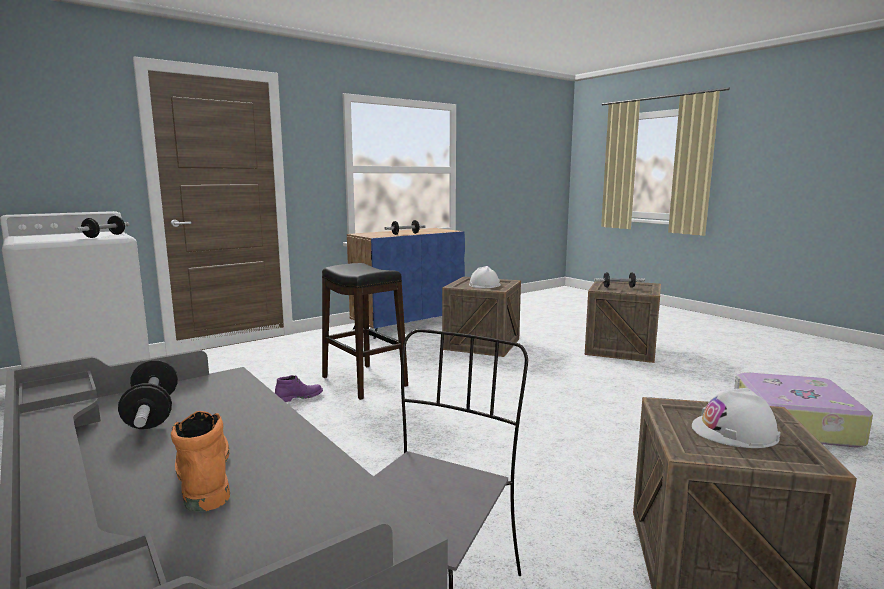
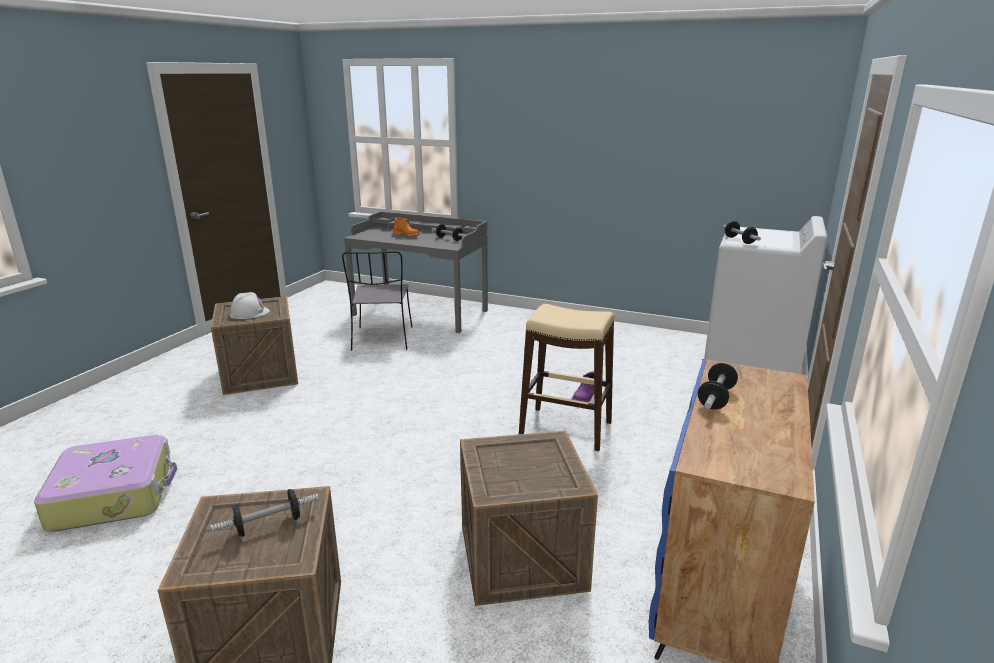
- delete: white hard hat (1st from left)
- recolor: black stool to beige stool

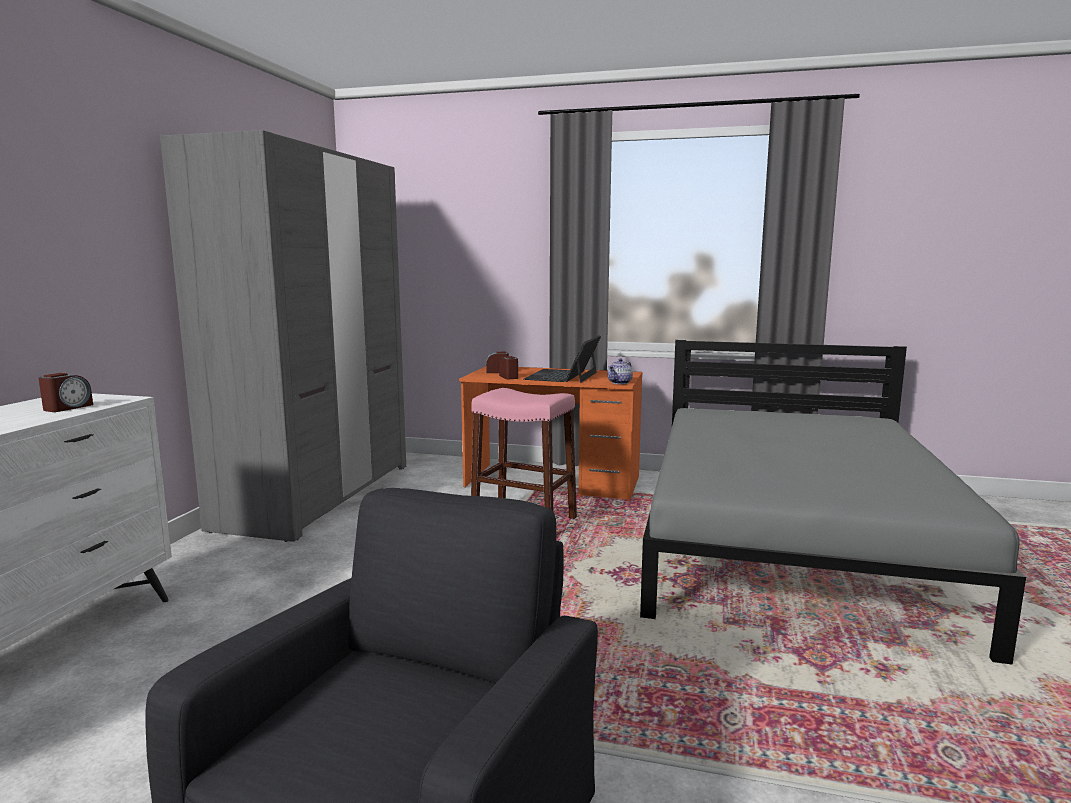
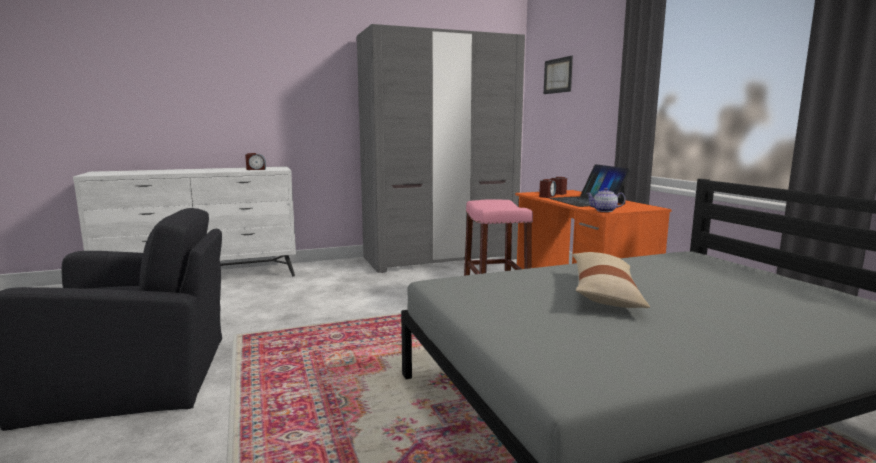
- insert: picture
- insert: beige pillow
- rotate: laptop 90 degrees counterclockwise

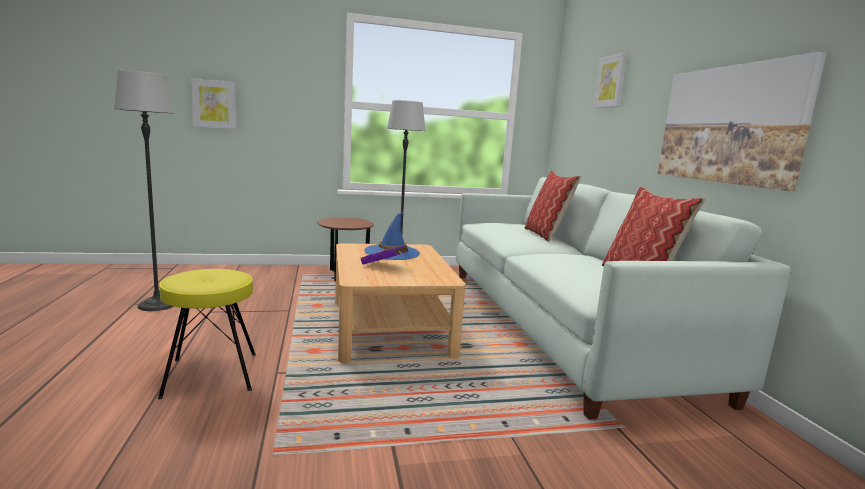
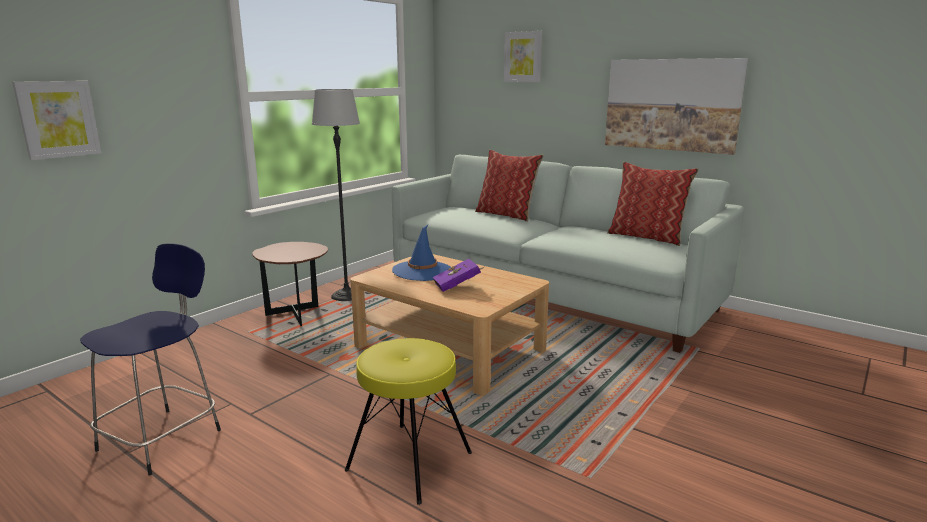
- replace: floor lamp (1st from left) to blue stool

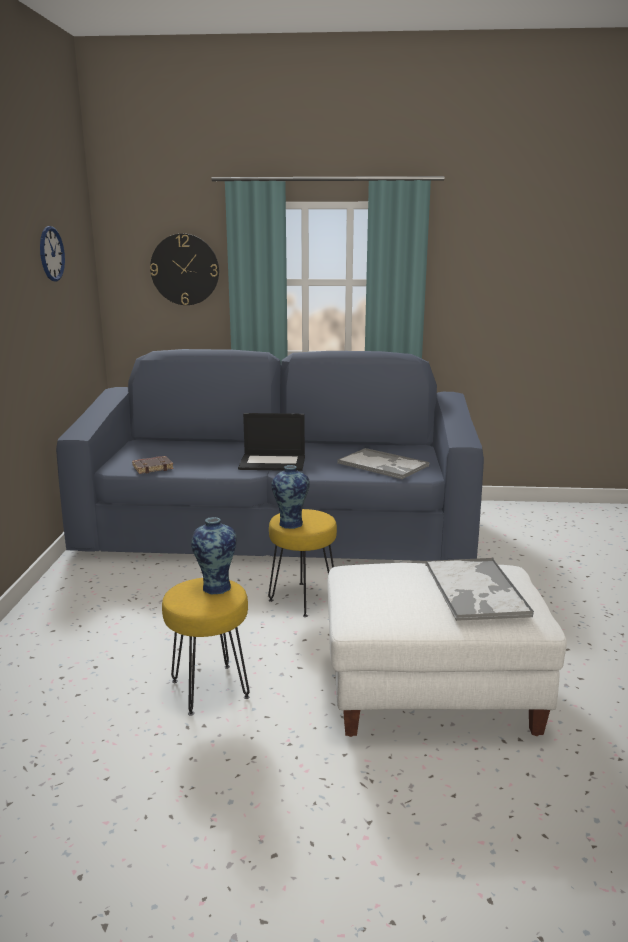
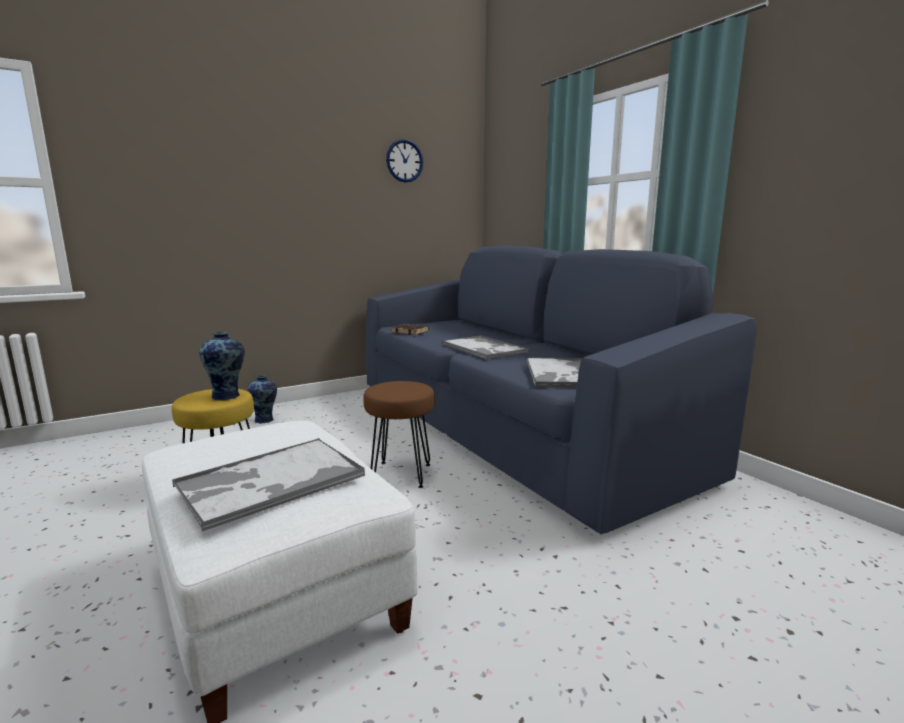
- delete: wall clock (2nd from left)
- move: vase (2nd from left)
- replace: laptop to tray (2nd from left)
- recolor: yellow stool (2nd from left) to brown stool

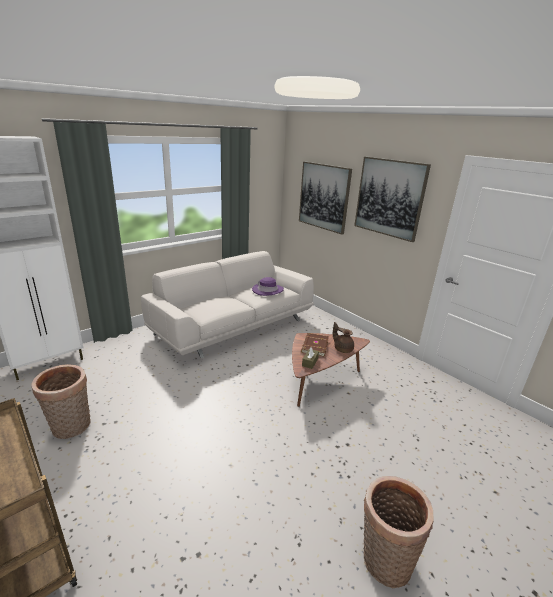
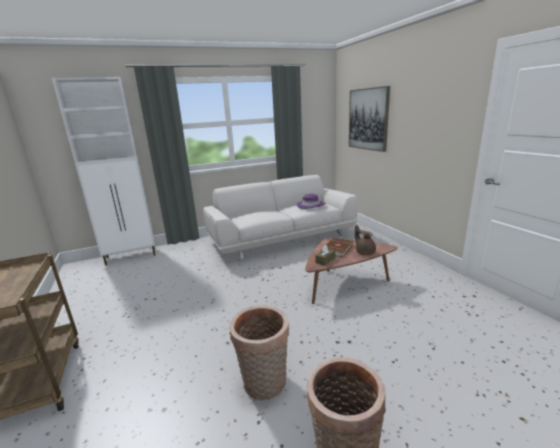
- delete: picture (2nd from left)
- move: basket (1st from left)

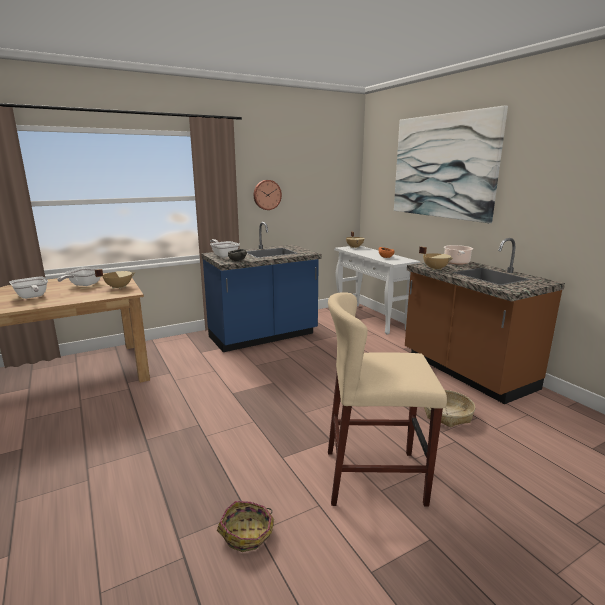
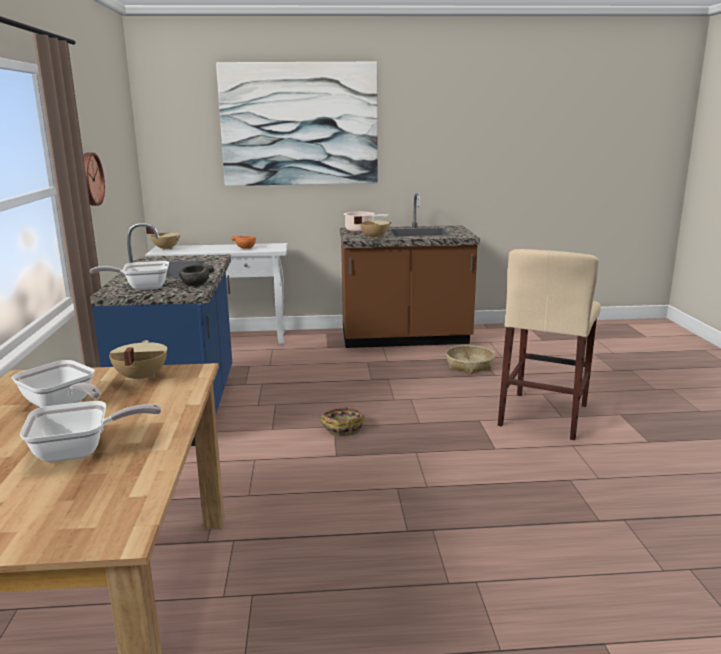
- move: basket (1st from left)

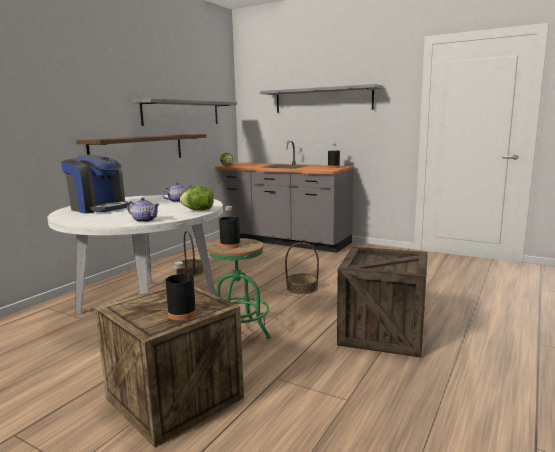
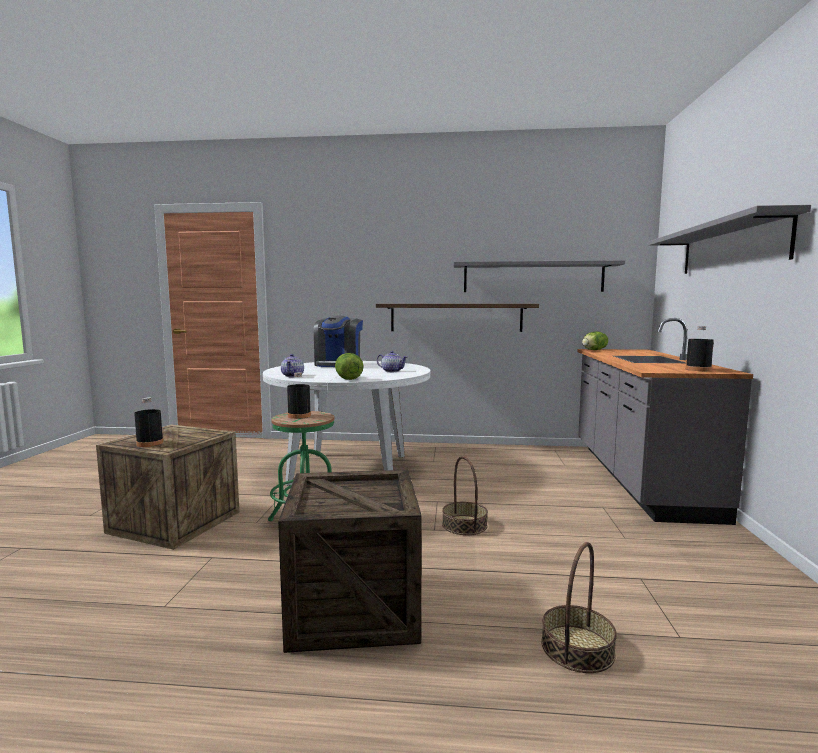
- move: basket (1st from left in the first image) to basket (2nd from left)

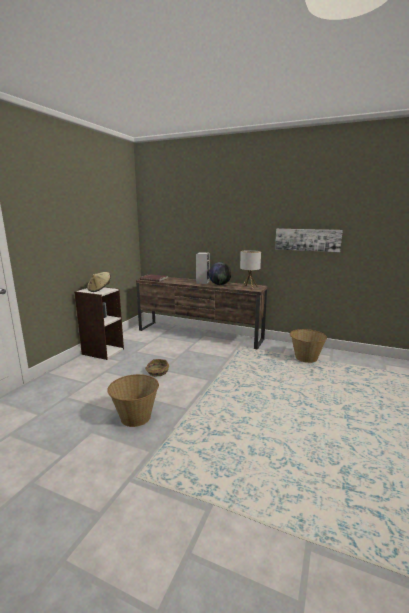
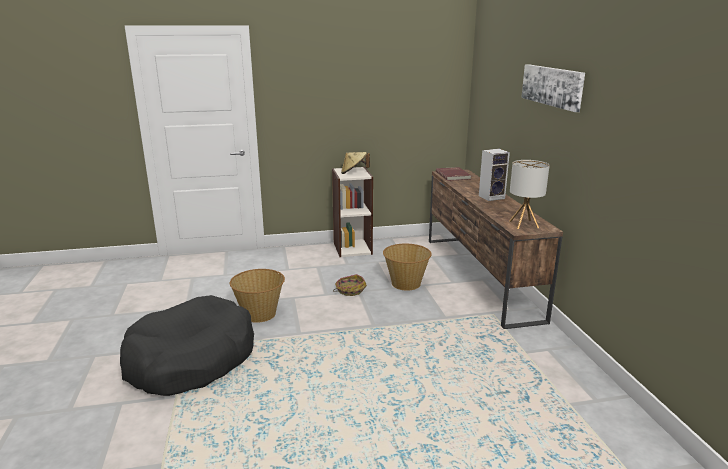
- delete: globe
- insert: black dog bed
- move: picture
- move: basket (3rd from left)

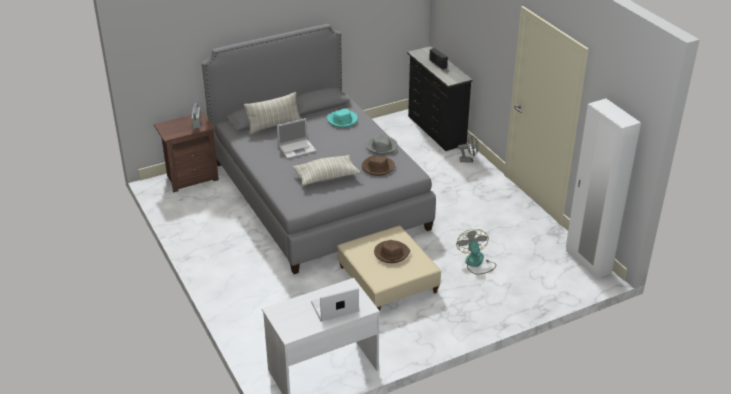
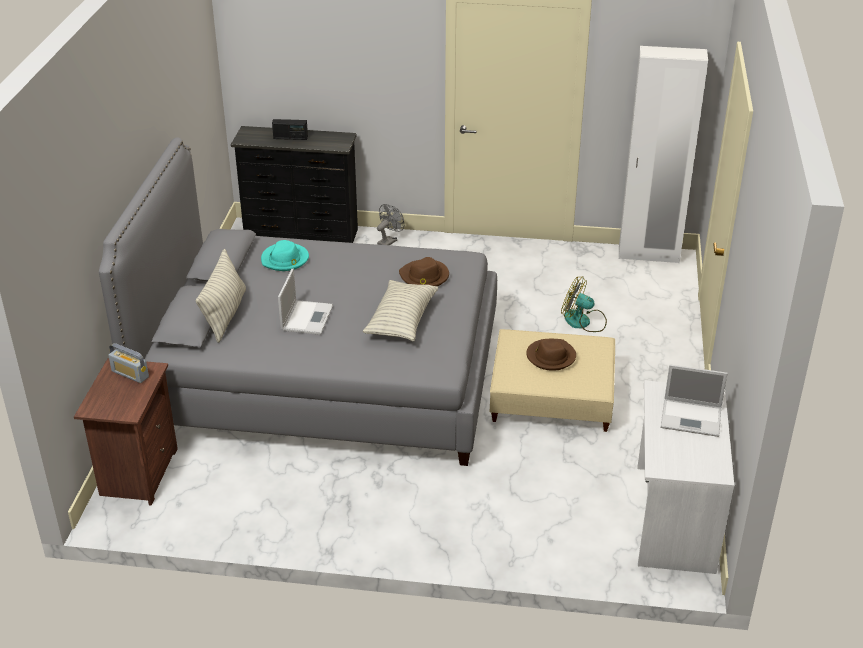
- delete: grey hat
- rotate: laptop (2nd from left) 90 degrees counterclockwise

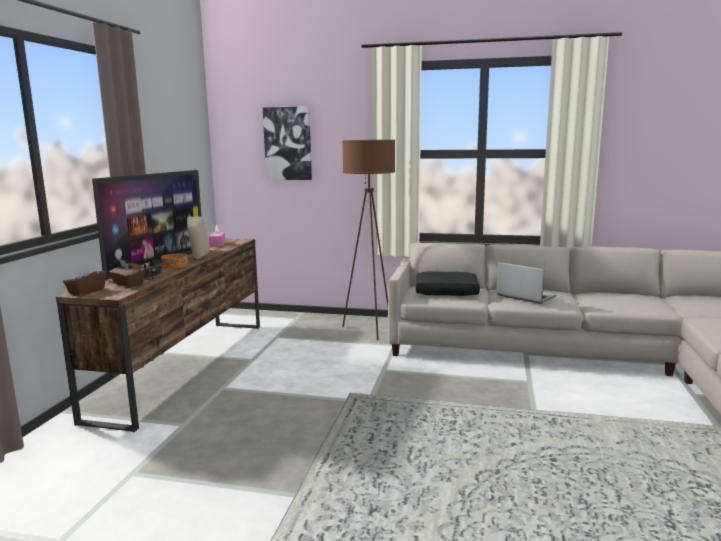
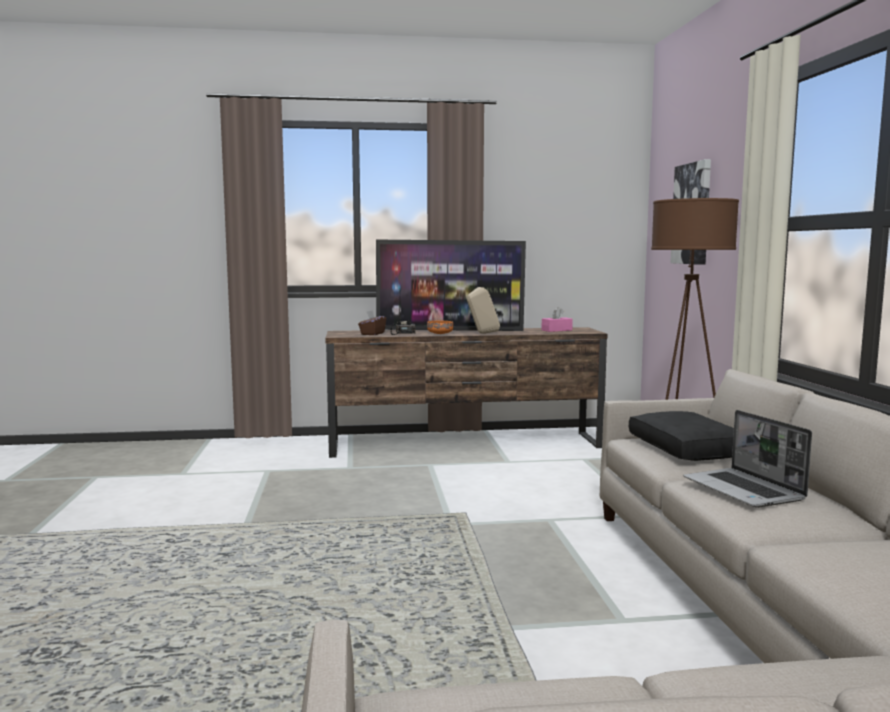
- delete: brown tissue box (1st from left)
- rotate: laptop 135 degrees clockwise

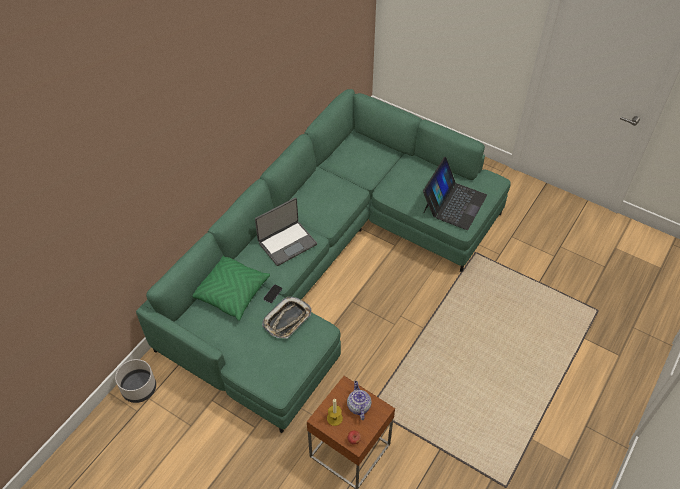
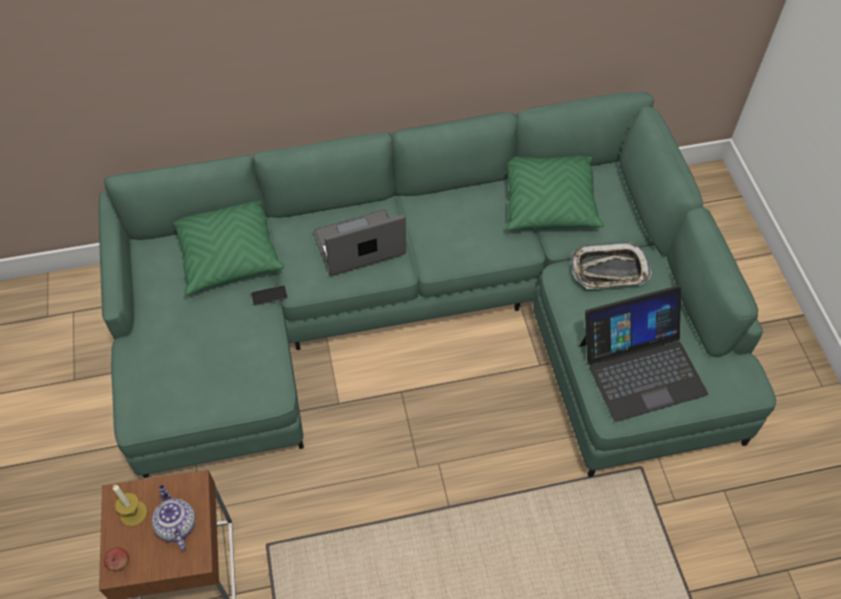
- delete: grey planter
- insert: green pillow (2nd from left)
- move: tray
- rotate: laptop (1st from left) 150 degrees clockwise
- rotate: teapot 60 degrees counterclockwise

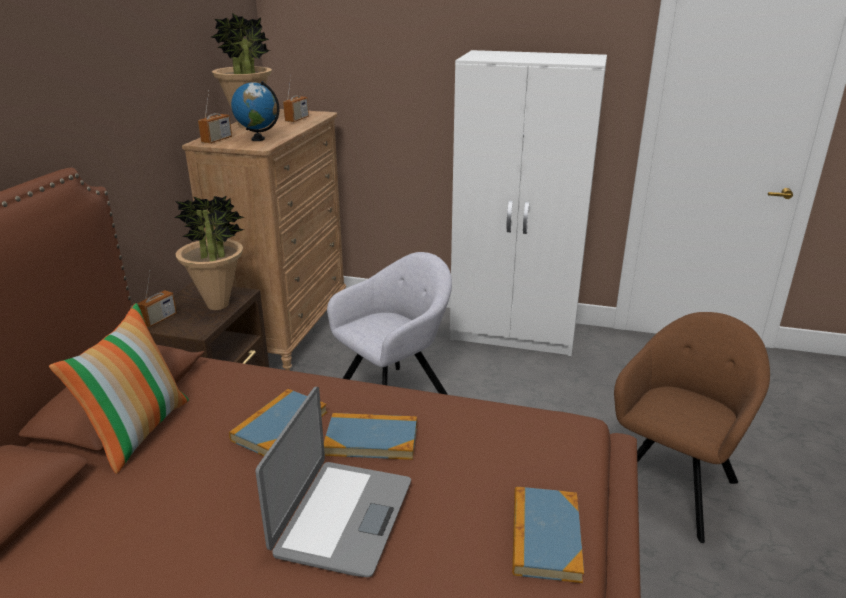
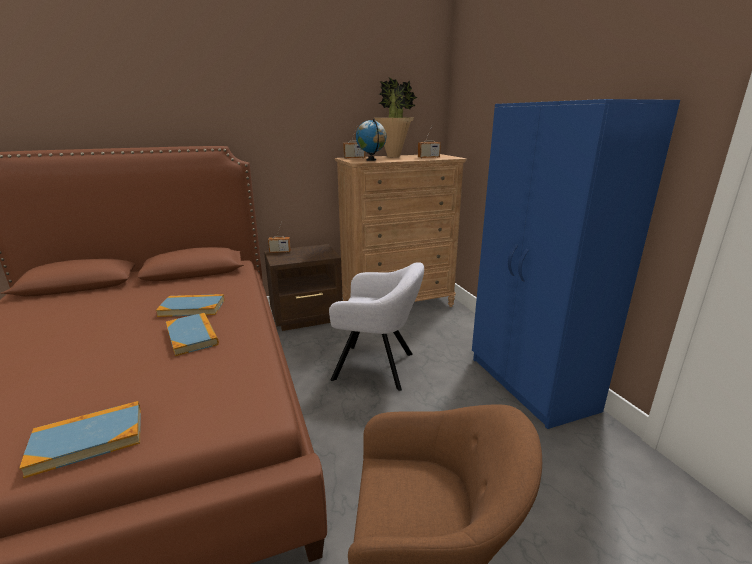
- delete: pillow
- delete: potted plant (1st from left)
- delete: laptop
- recolor: white wardrobe to blue wardrobe

